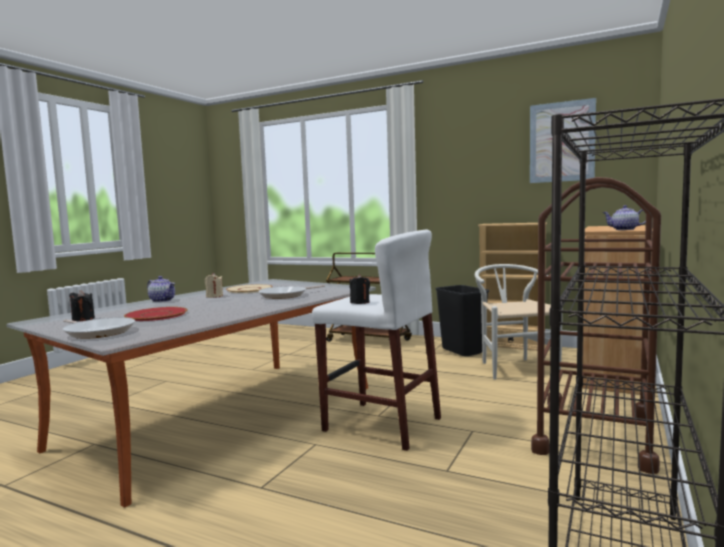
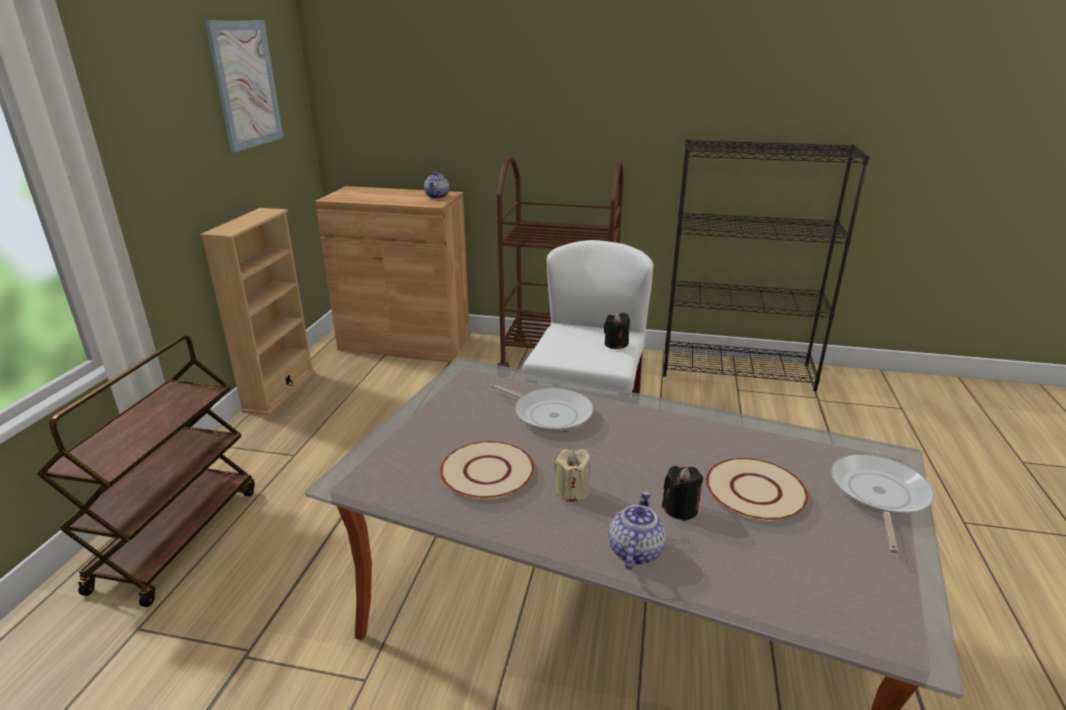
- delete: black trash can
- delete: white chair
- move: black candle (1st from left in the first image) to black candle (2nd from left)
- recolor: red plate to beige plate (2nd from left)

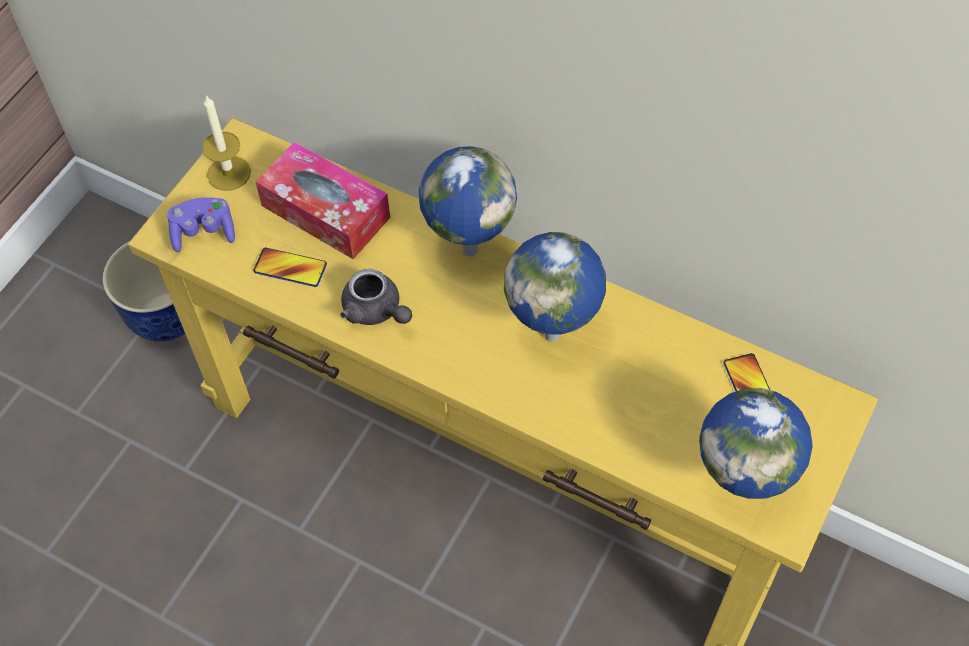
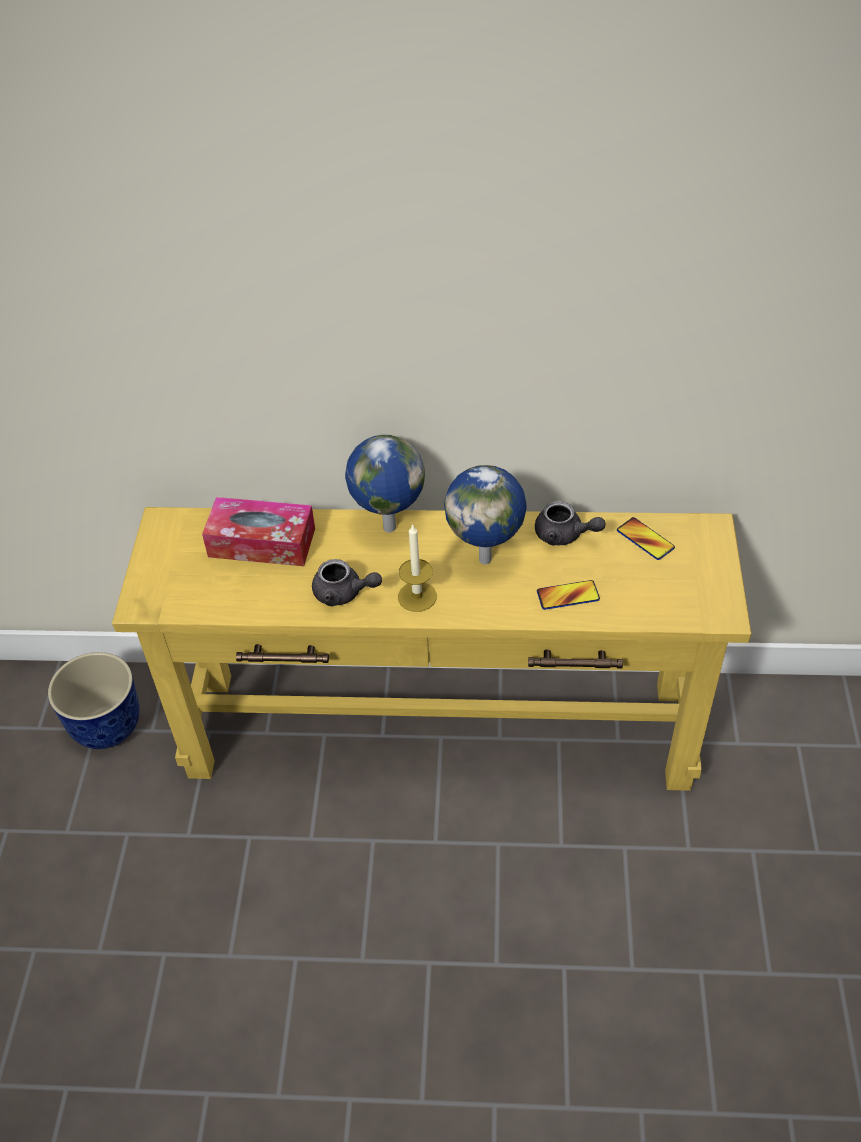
- delete: purple game controller
- delete: globe (3rd from left)
- insert: grey teapot (2nd from left)
- move: candle
- move: phone (1st from left)

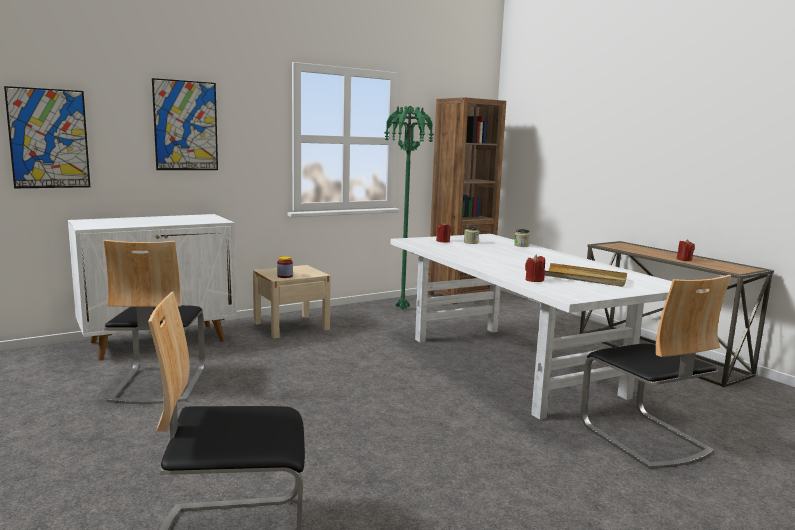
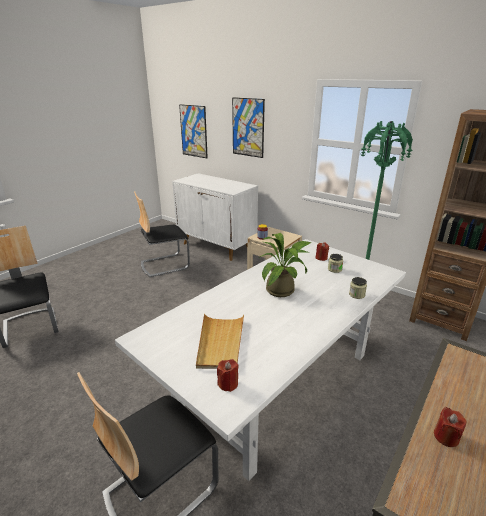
- insert: potted plant
- move: red candle (2nd from left in the first image) to red candle (1st from left)

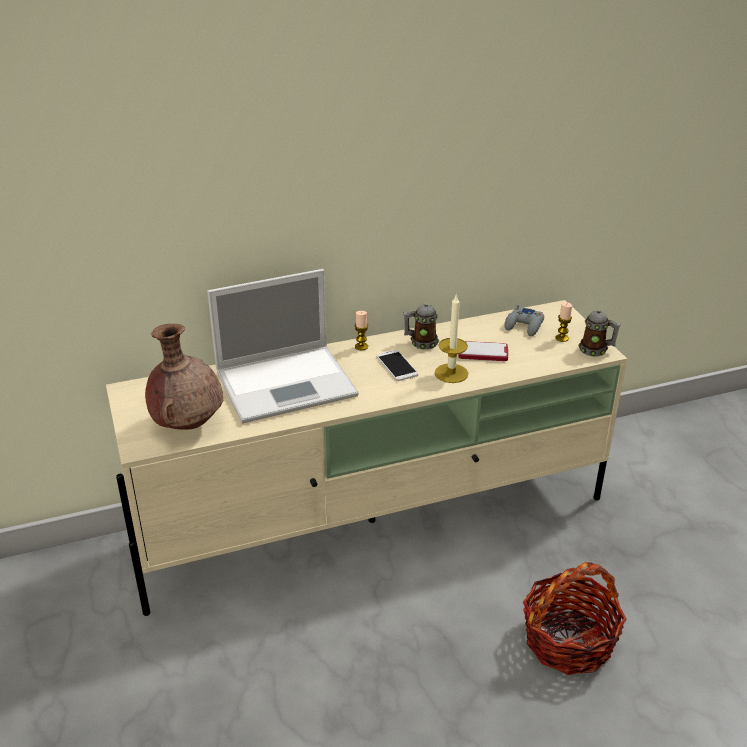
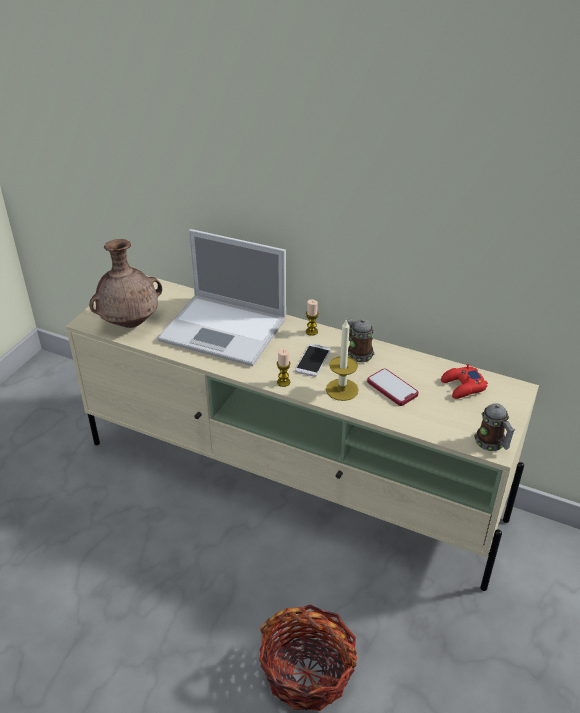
- move: candle (3rd from left in the first image) to candle (1st from left)
- recolor: grey game controller to red game controller

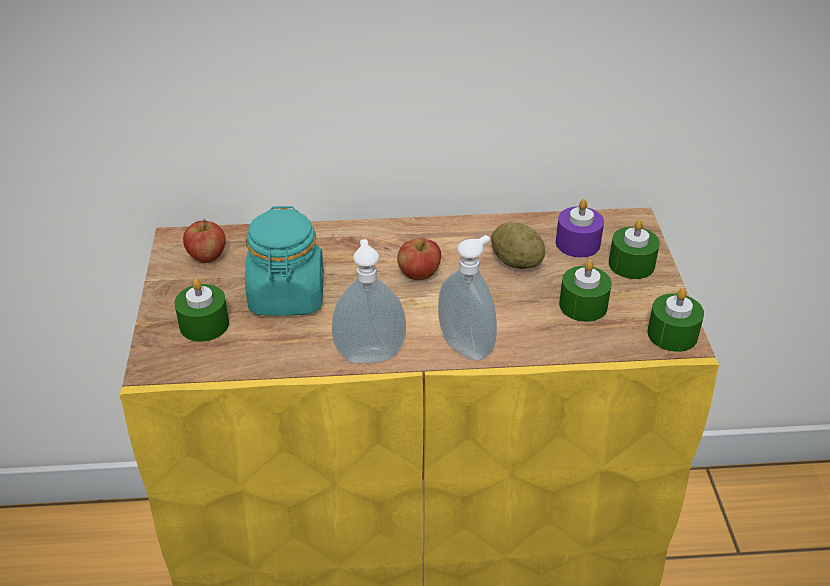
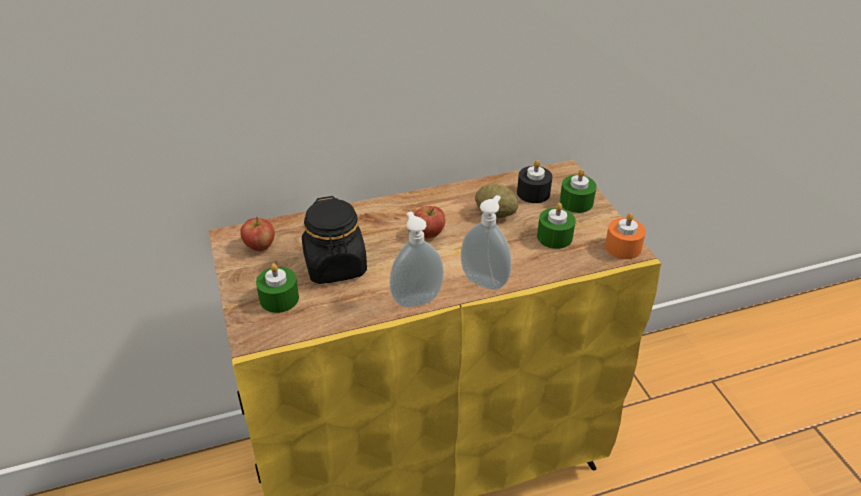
- recolor: turquoise jar to black jar
- recolor: purple candle to black candle
- recolor: green candle (4th from left) to orange candle

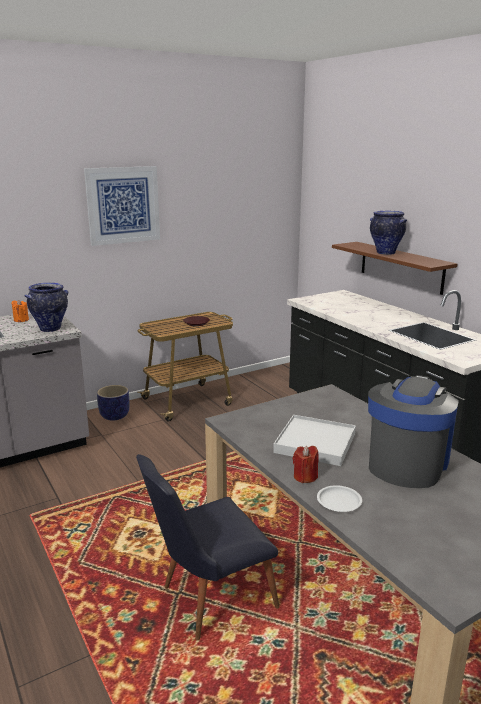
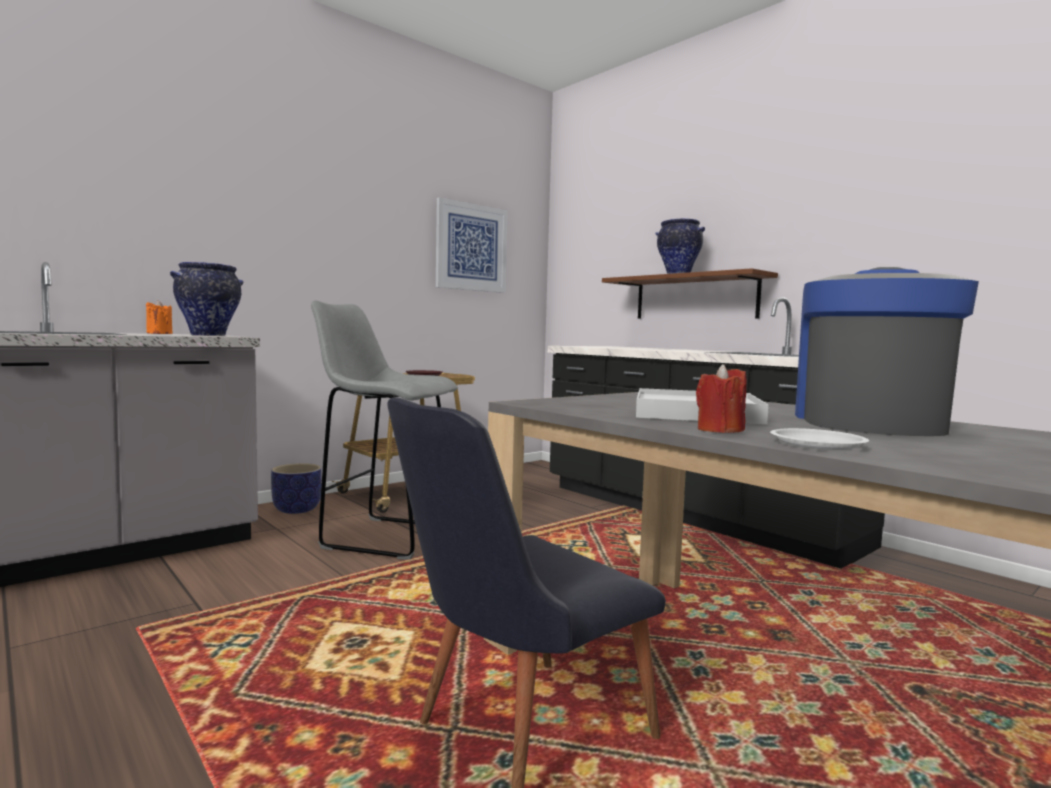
- insert: grey stool
- move: picture

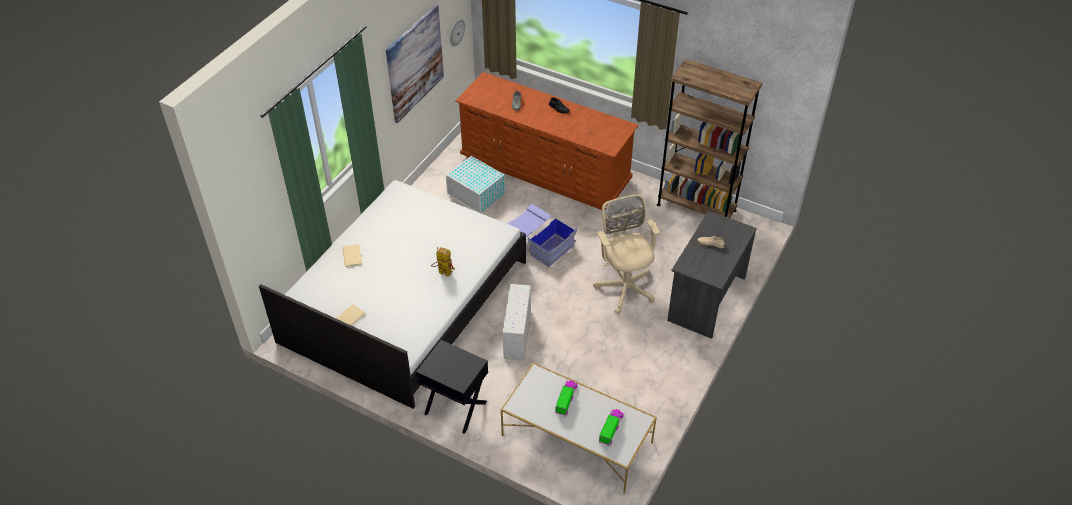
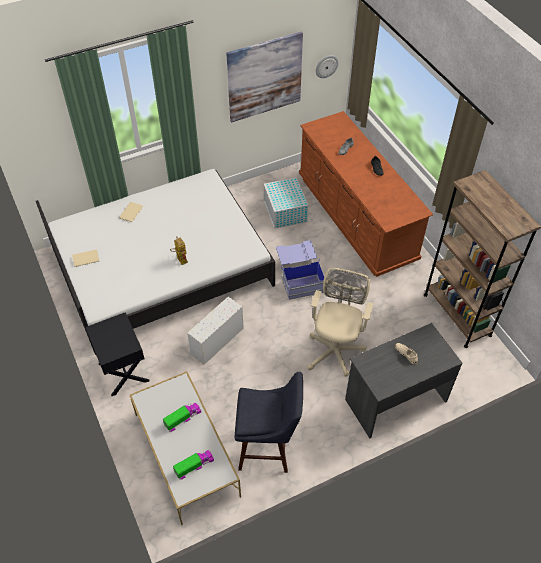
- insert: blue stool

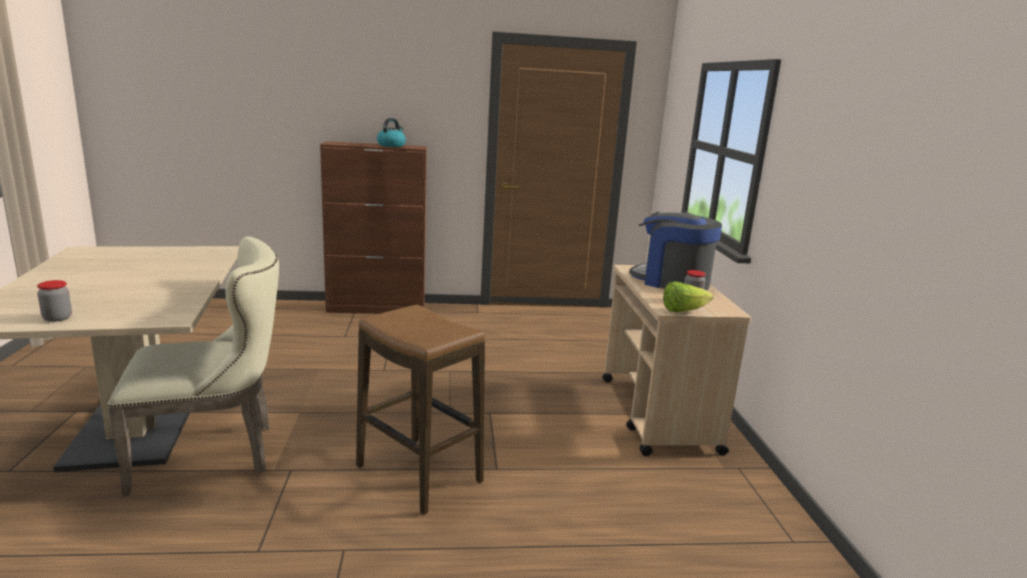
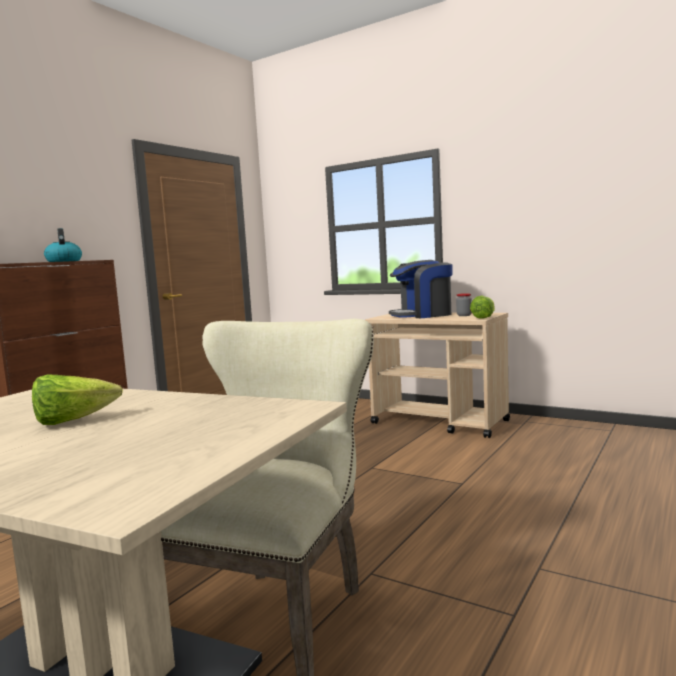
- delete: jar (1st from left)
- delete: stool
- insert: lettuce (1st from left)

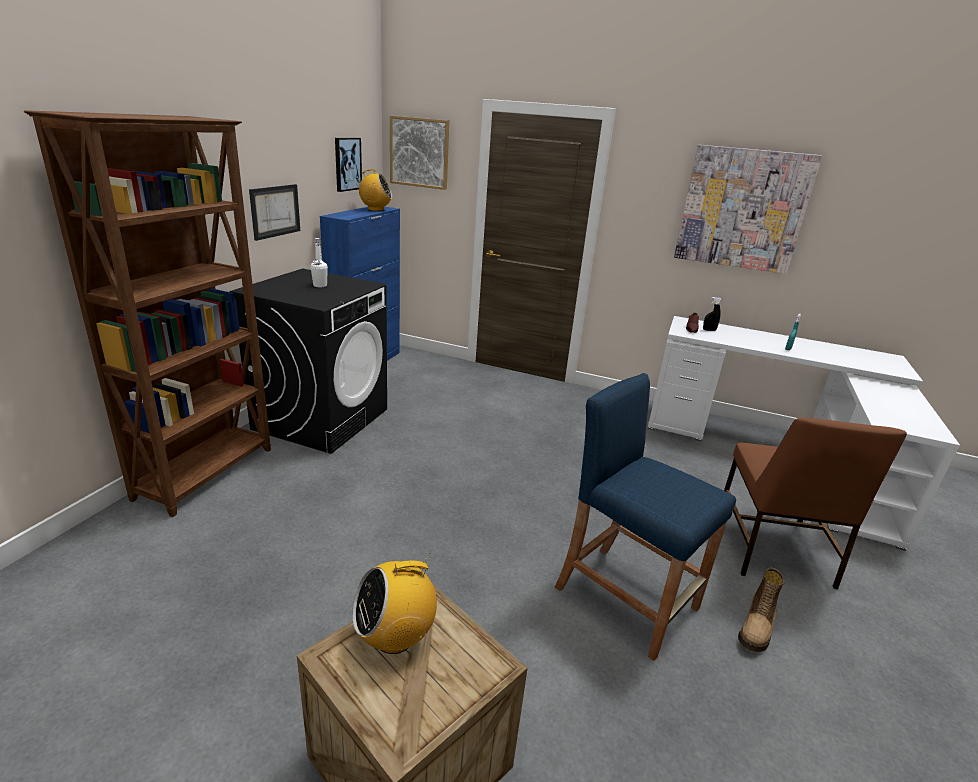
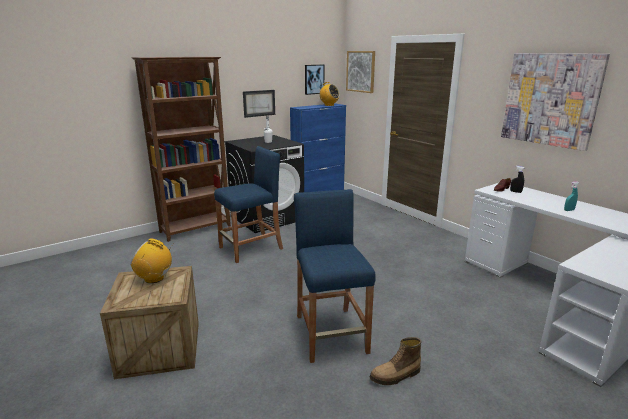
- delete: brown chair
- insert: blue stool (1st from left)

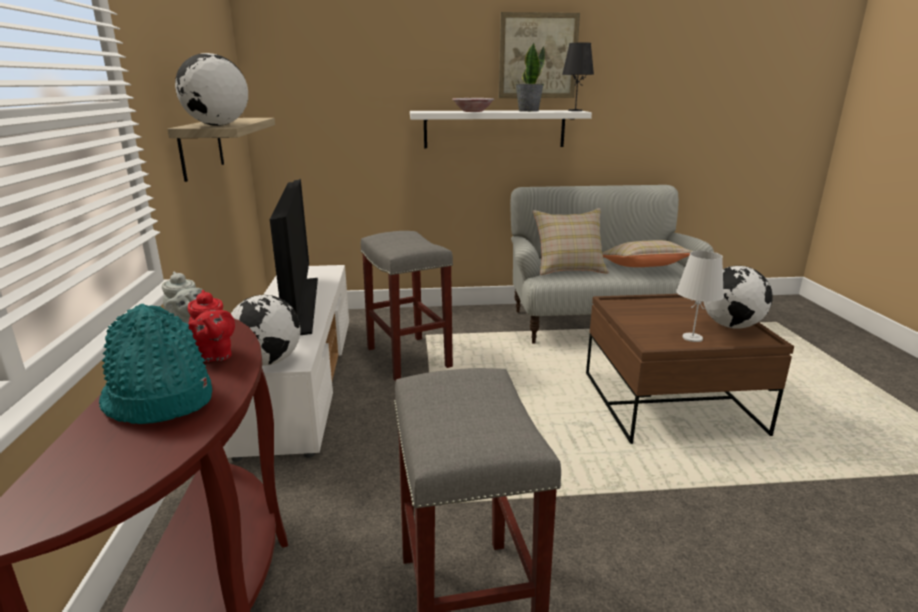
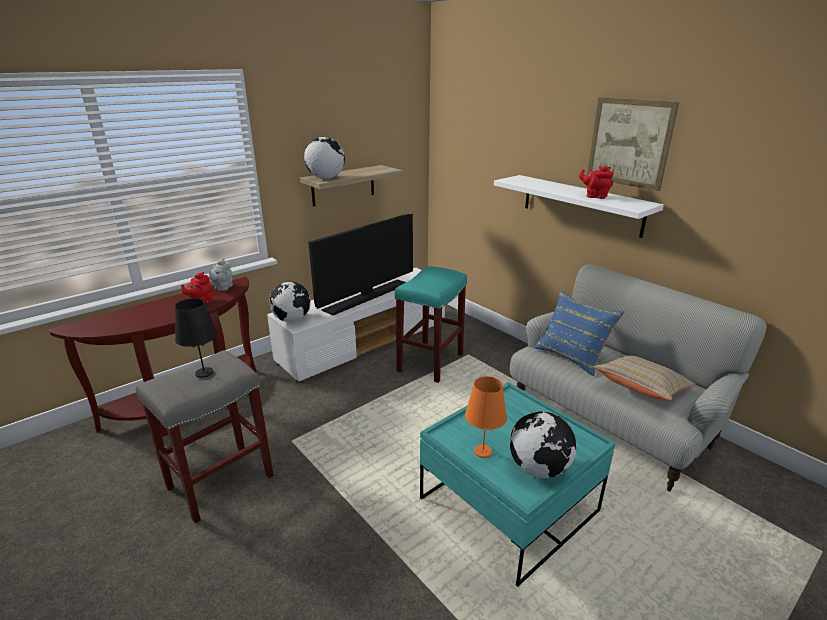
- delete: turquoise hat
- delete: bowl
- move: black table lamp
- replace: potted plant to red teapot (2nd from left)
- recolor: grey stool (1st from left) to turquoise stool
- recolor: beige pillow (1st from left) to blue pillow
- recolor: brown coffee table to turquoise coffee table
- recolor: white table lamp to orange table lamp

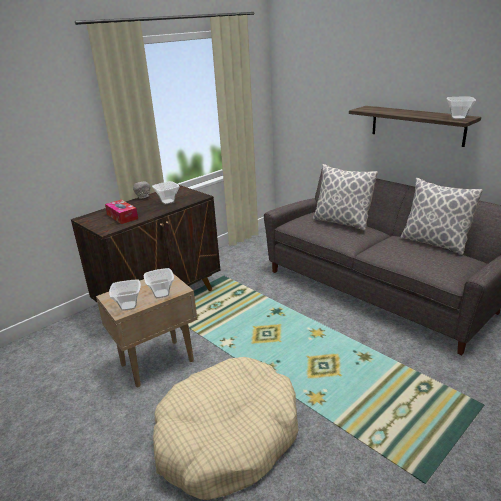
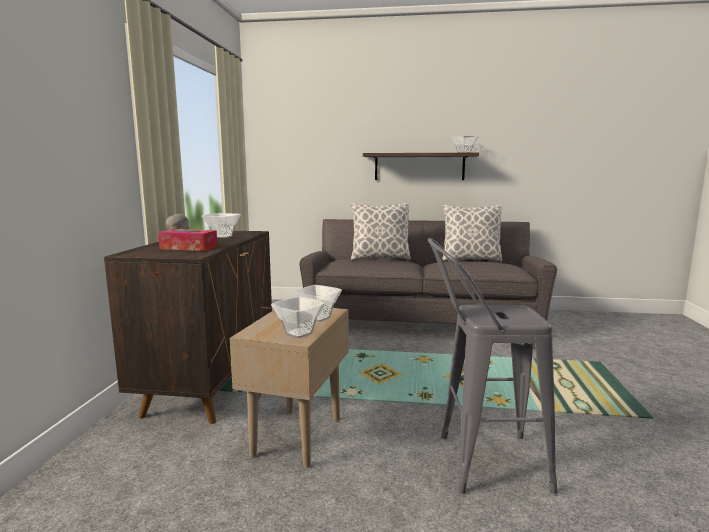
- replace: beige dog bed to grey stool

